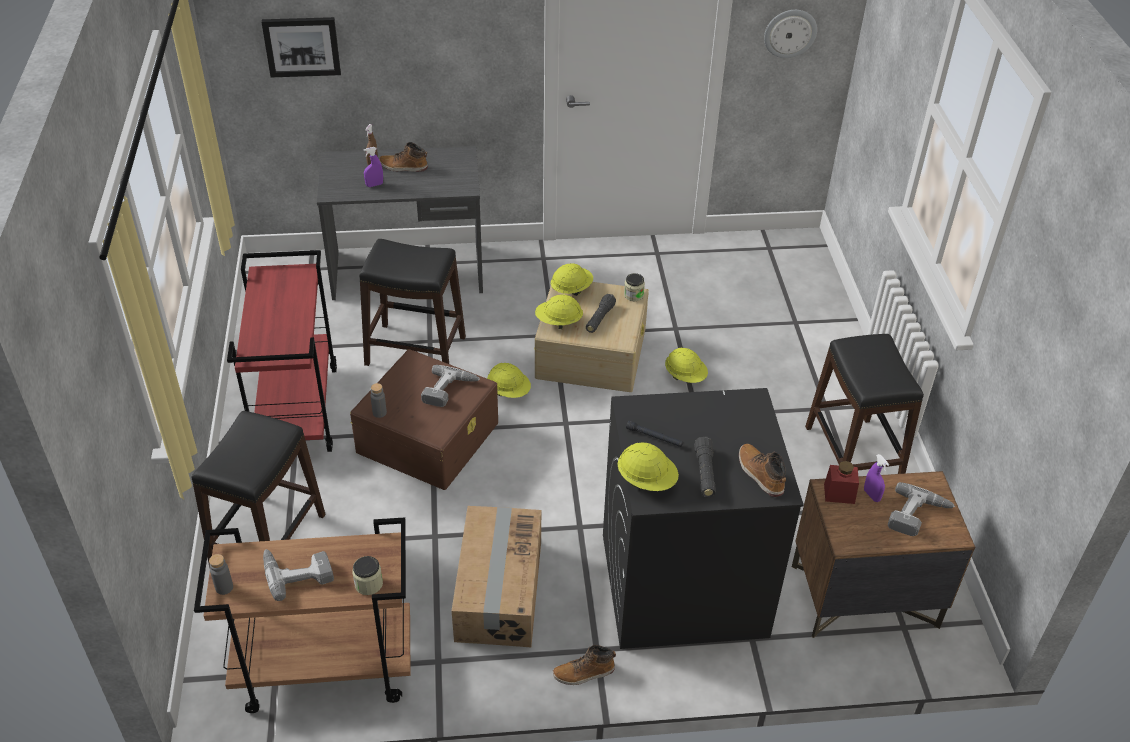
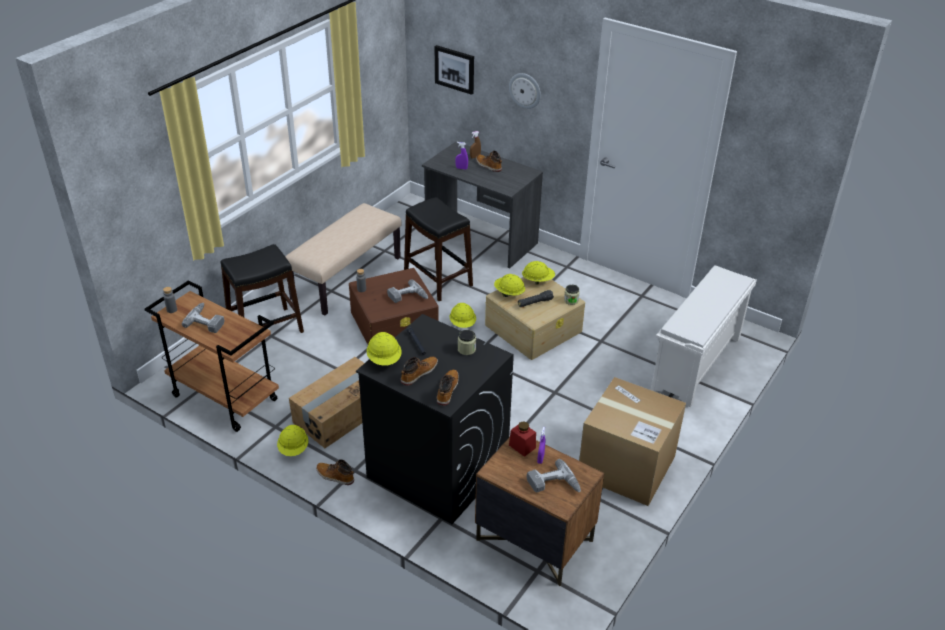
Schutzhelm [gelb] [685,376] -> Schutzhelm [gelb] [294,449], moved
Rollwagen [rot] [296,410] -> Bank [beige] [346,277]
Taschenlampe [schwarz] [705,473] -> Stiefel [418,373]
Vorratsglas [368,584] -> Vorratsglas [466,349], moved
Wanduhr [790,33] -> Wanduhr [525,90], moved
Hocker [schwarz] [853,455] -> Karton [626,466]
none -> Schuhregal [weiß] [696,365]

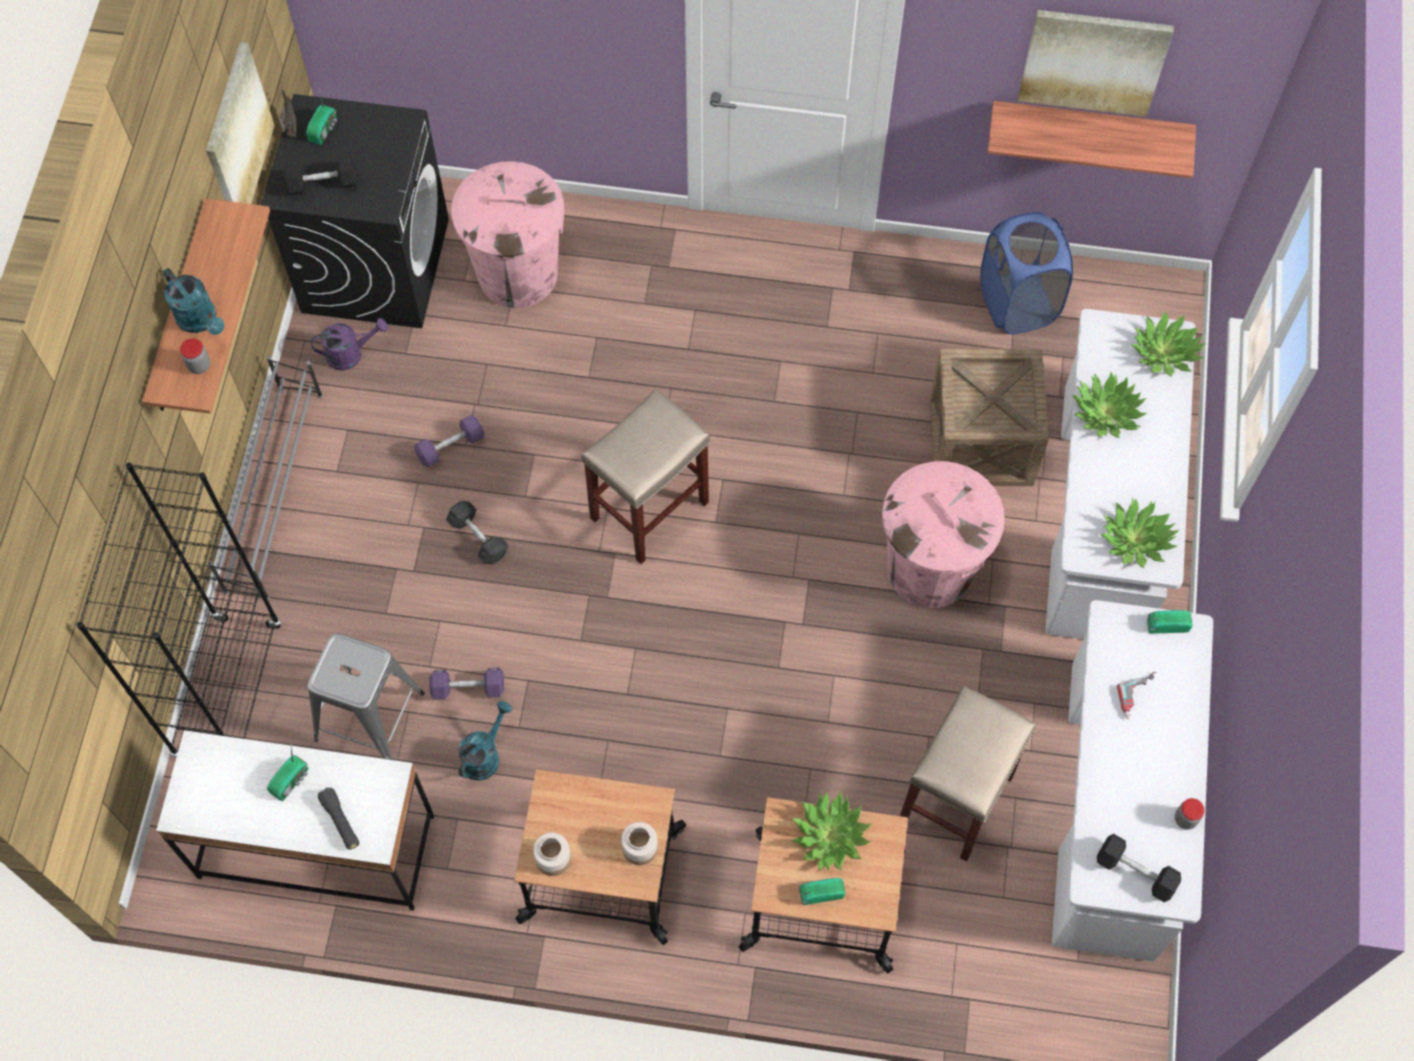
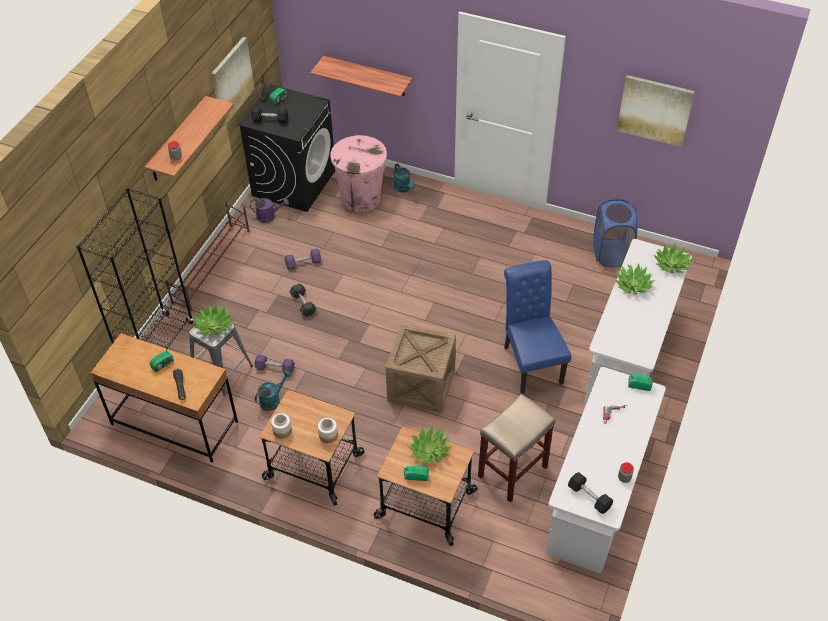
Schreibtisch [weiß] [316,846] -> Schreibtisch [braun] [174,423]
Schuhregal [grau] [275,491] -> Schuhregal [braun] [212,266]
Topfpflanze [1136,539] -> Topfpflanze [214,326], moved
Wandregal [1090,127] -> Wandregal [367,76], moved
Kiste [981,442] -> Kiste [421,384], moved
Gießkanne [türkis] [201,321] -> Gießkanne [türkis] [404,188], moved
Mülleimer [rosa] [930,568] -> Stuhl [blau] [530,362]
Hocker [beige] [650,509] -> none

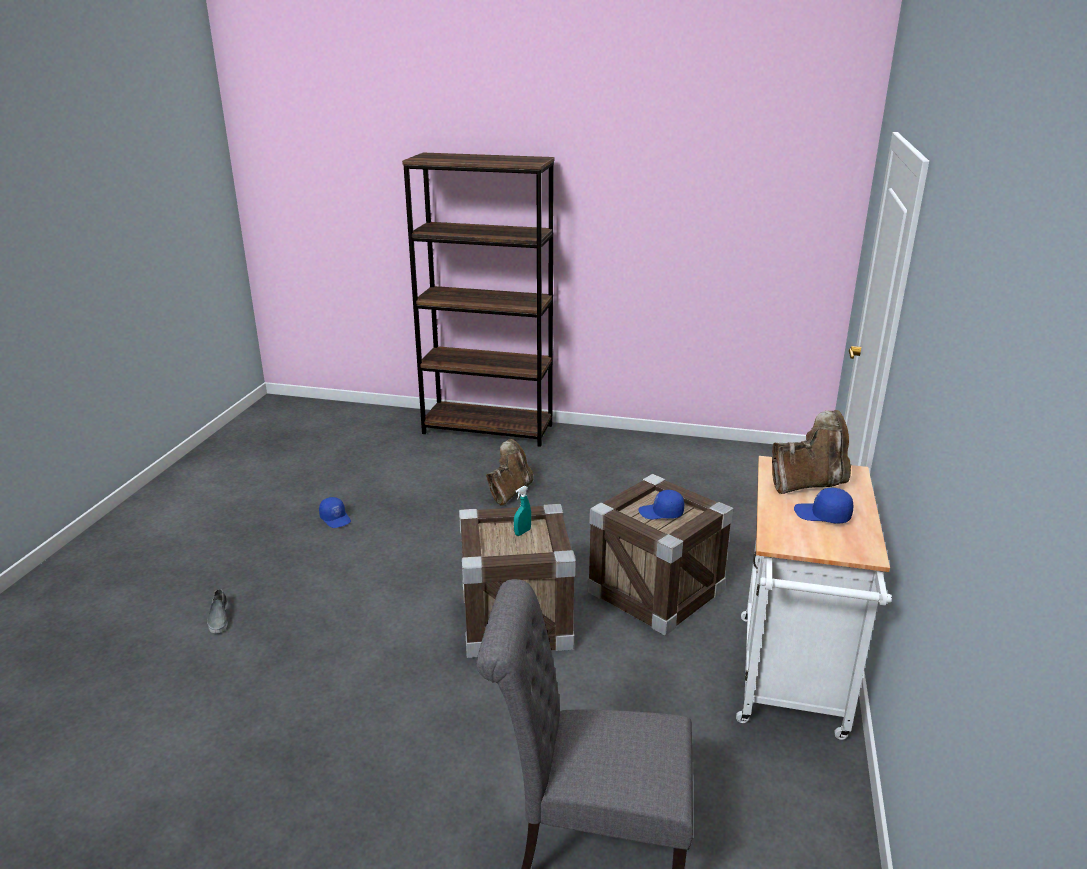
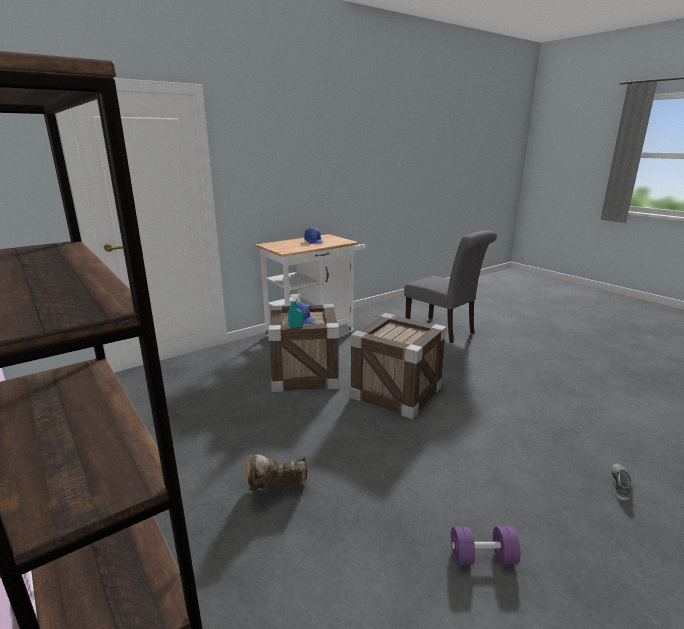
Sprühflasche [türkis] [522,532] -> Sprühflasche [türkis] [296,326], moved
Kappe [blau] [336,519] -> Hantel [lila] [482,557]
Stiefel [braun] [808,483] -> none

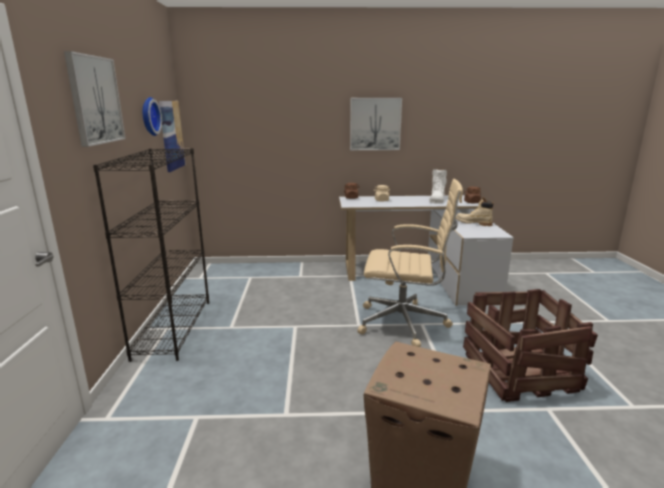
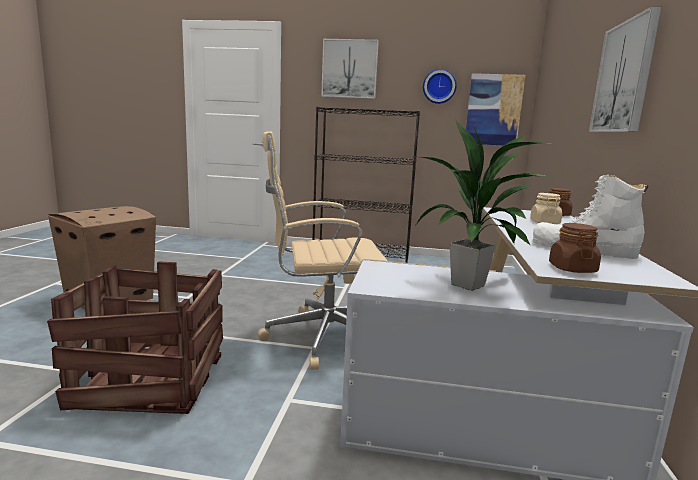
Bürostuhl [beige] [405,323] -> Bürostuhl [beige] [322,337], 60 degrees clockwise
Stiefel [beige] [473,223] -> Topfpflanze [469,285]

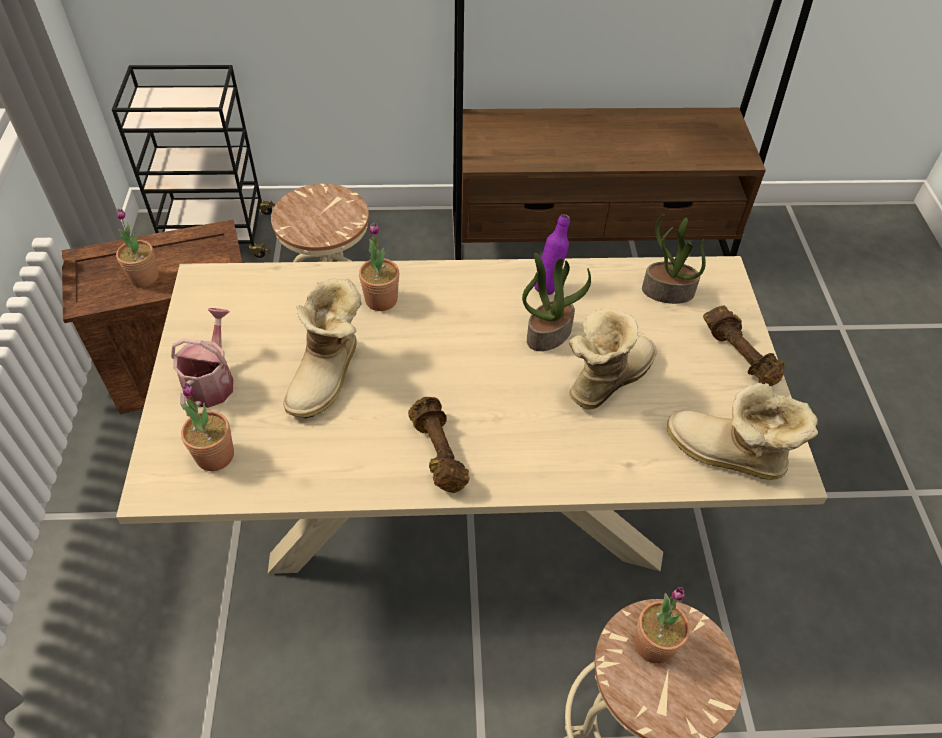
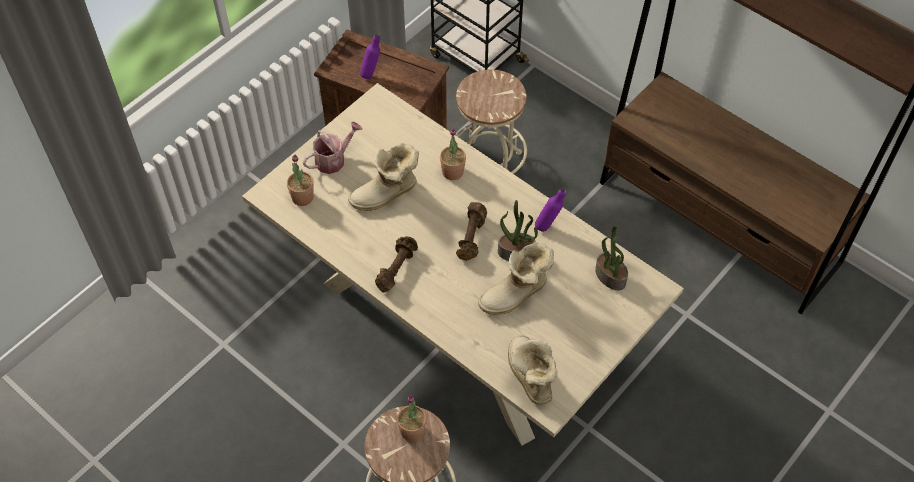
Topfpflanze [144,277] -> Flasche [lila] [371,73]
Hantel [braun] [740,356] -> Hantel [braun] [472,237], moved
Stiefel [605,378] -> Stiefel [516,295], 150 degrees clockwise

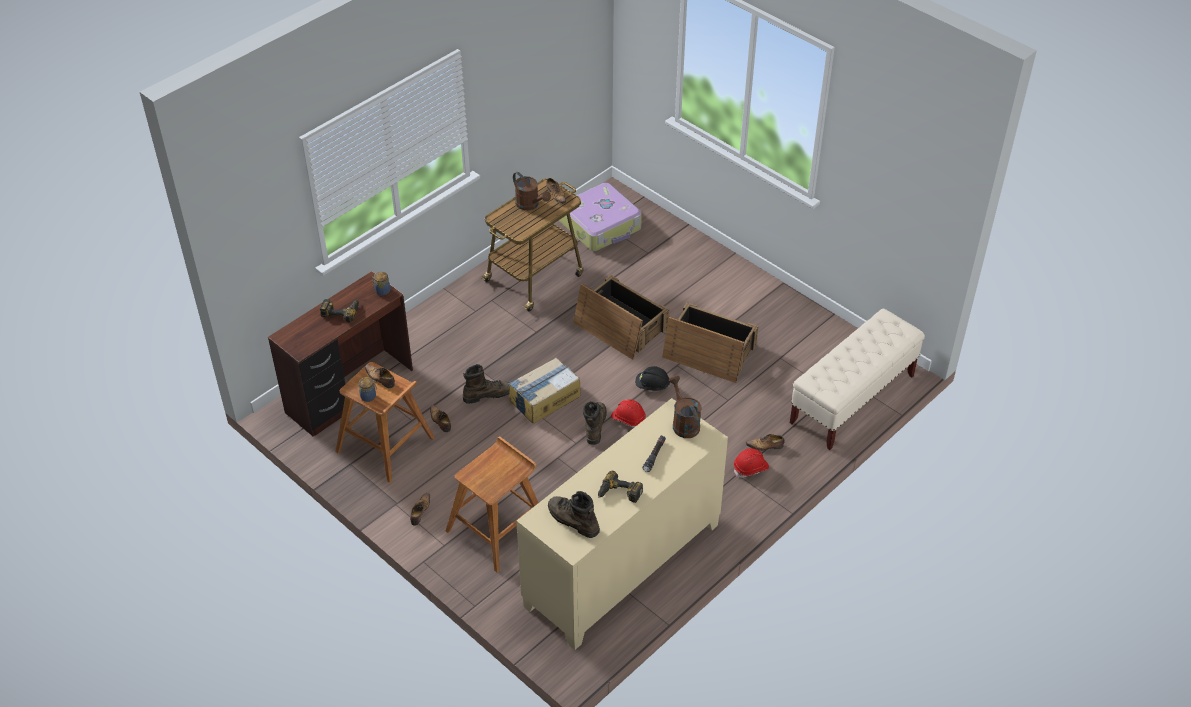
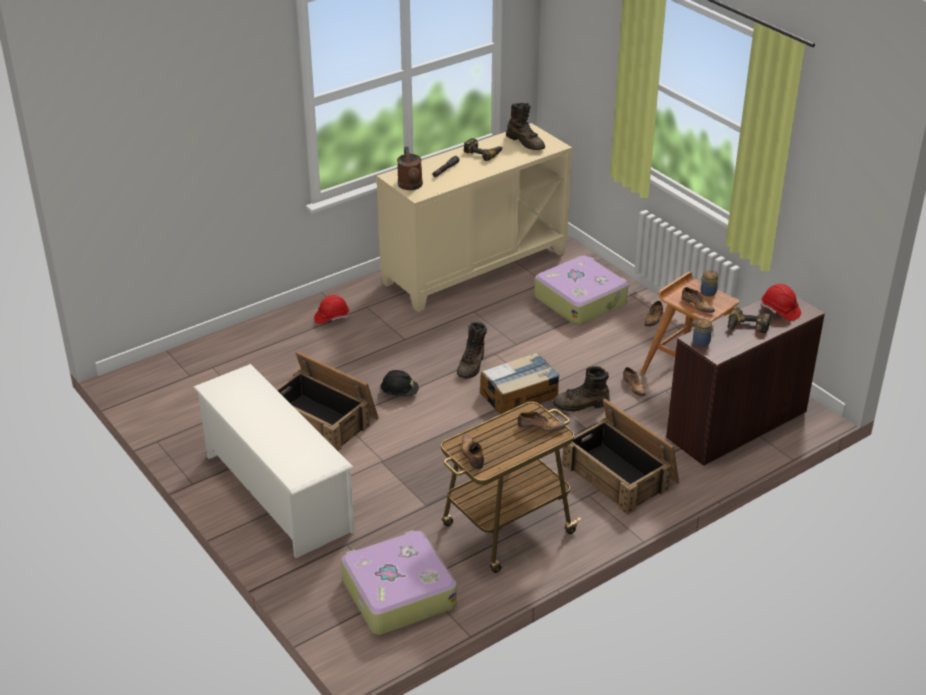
none -> Schuhregal [weiß] [277,493]
Schuh [765,446] -> Schuh [540,427], moved
Hocker [braun] [498,529] -> Koffer [580,300]
Kiste [619,326] -> Kiste [621,473], moved
Schutzhelm [rot] [628,418] -> Schutzhelm [rot] [780,310], moved
Gießkanne [braun] [530,205] -> none
Bank [beige] [852,400] -> none

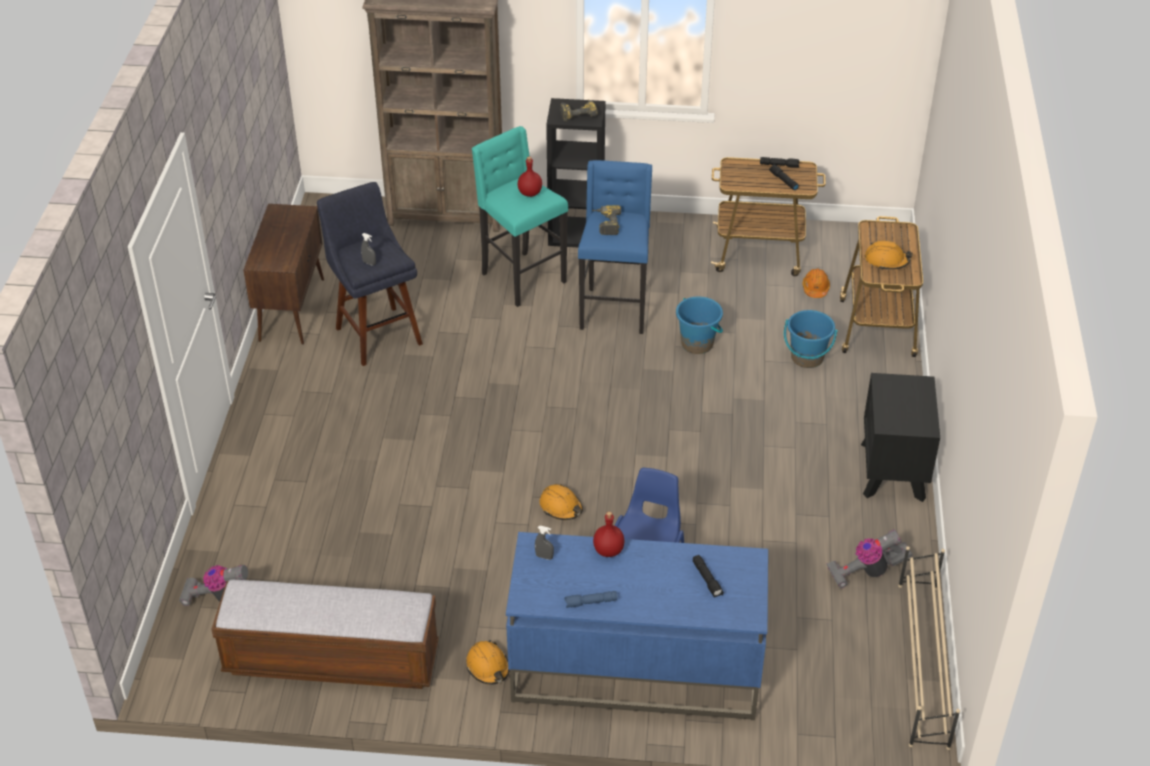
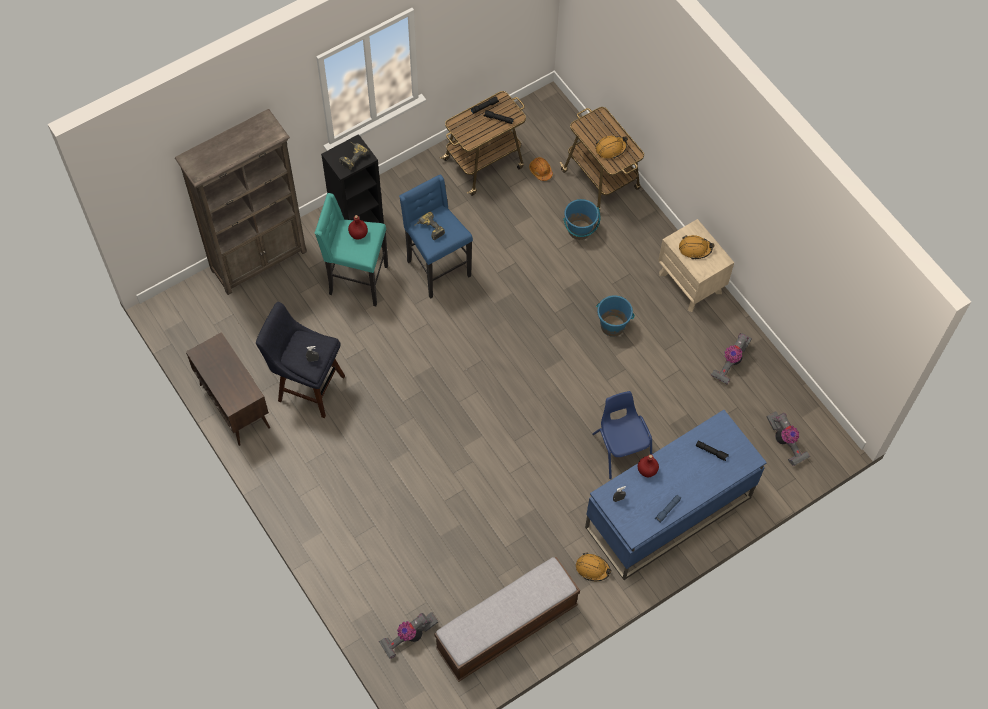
Eimer [blau] [697,344] -> Eimer [blau] [612,326], moved
Nachttisch [schwarz] [893,471] -> Nachttisch [beige] [691,283]
Schutzhelm [orange] [561,507] -> Schutzhelm [orange] [695,249], moved
none -> Staubsauger [785,442]
Schuhregal [beige] [922,664] -> none

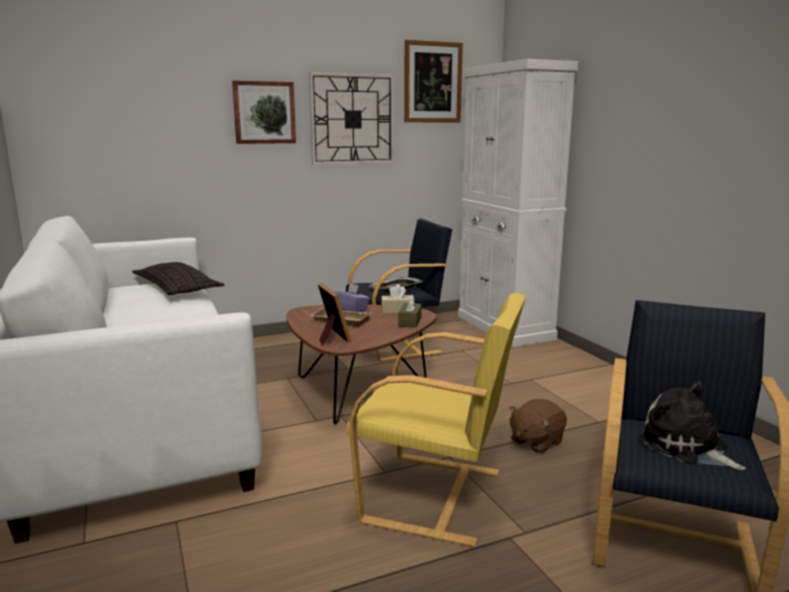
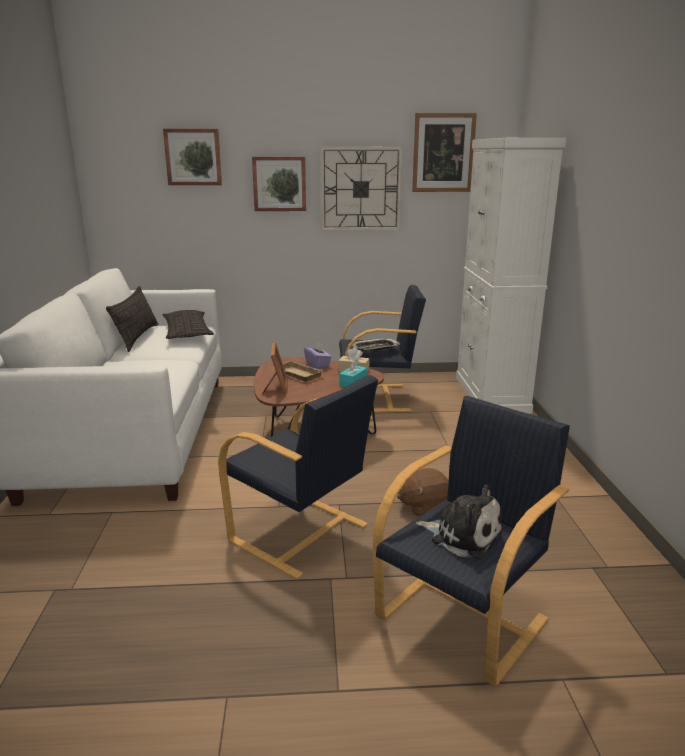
none -> Kissen [138,337]
none -> Bild [193,157]
Sessel [gelb] [436,497] -> Sessel [schwarz] [300,534]
Taschentuchbox [braun] [410,322] -> Taschentuchbox [türkis] [353,382]
Plüschtier [687,447] -> Plüschtier [462,535], 135 degrees clockwise

